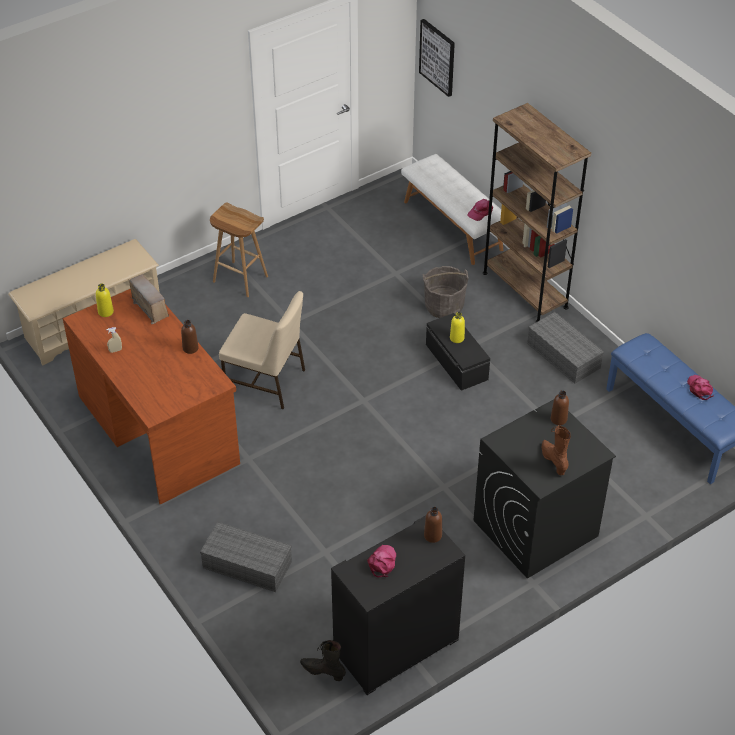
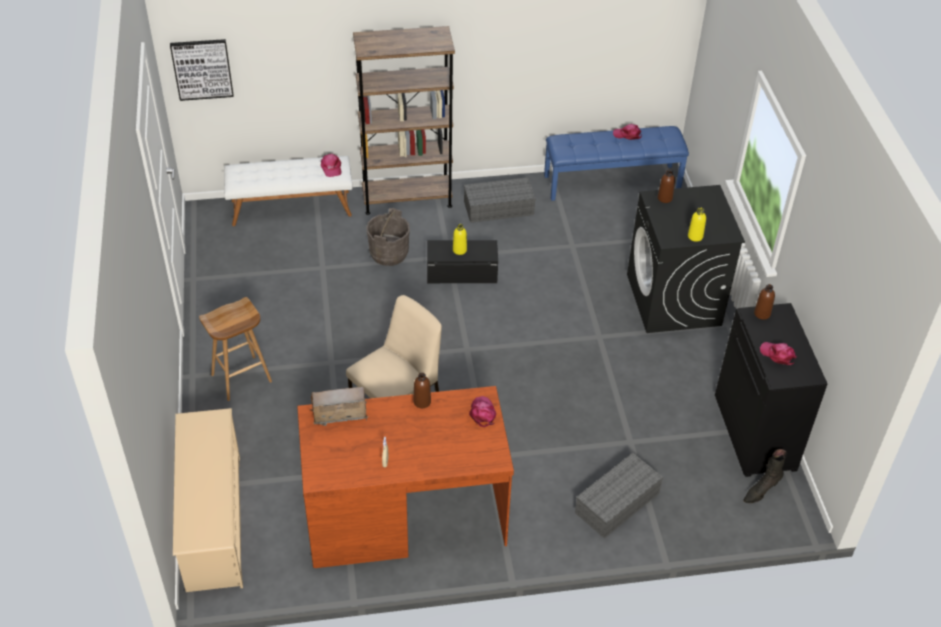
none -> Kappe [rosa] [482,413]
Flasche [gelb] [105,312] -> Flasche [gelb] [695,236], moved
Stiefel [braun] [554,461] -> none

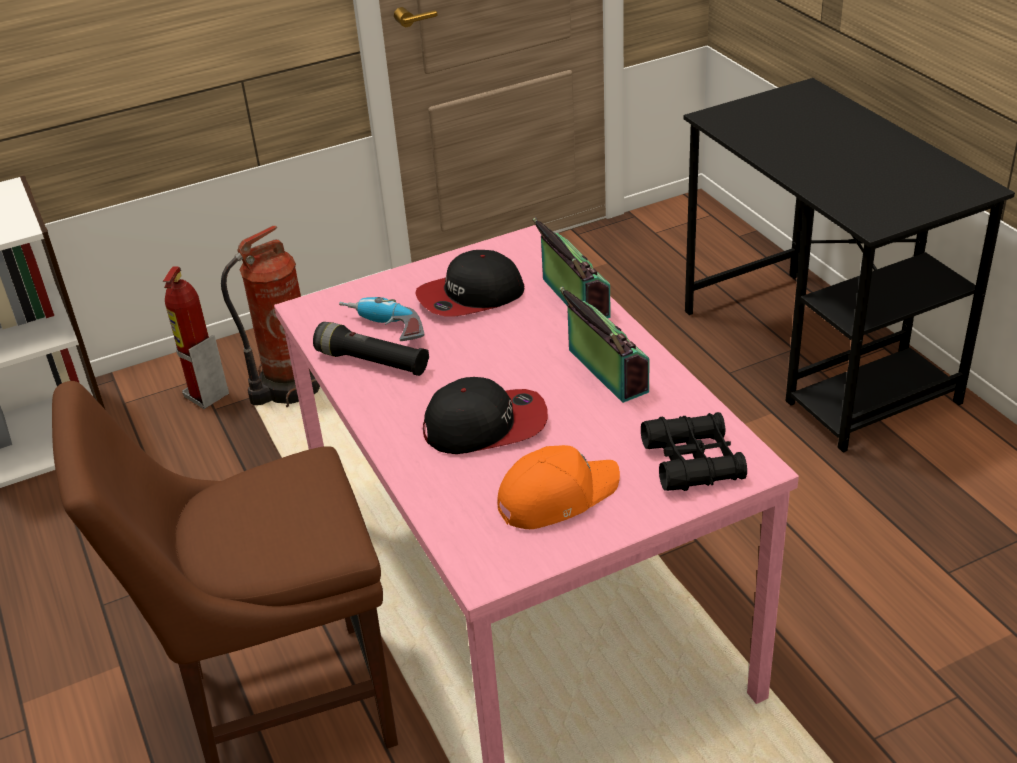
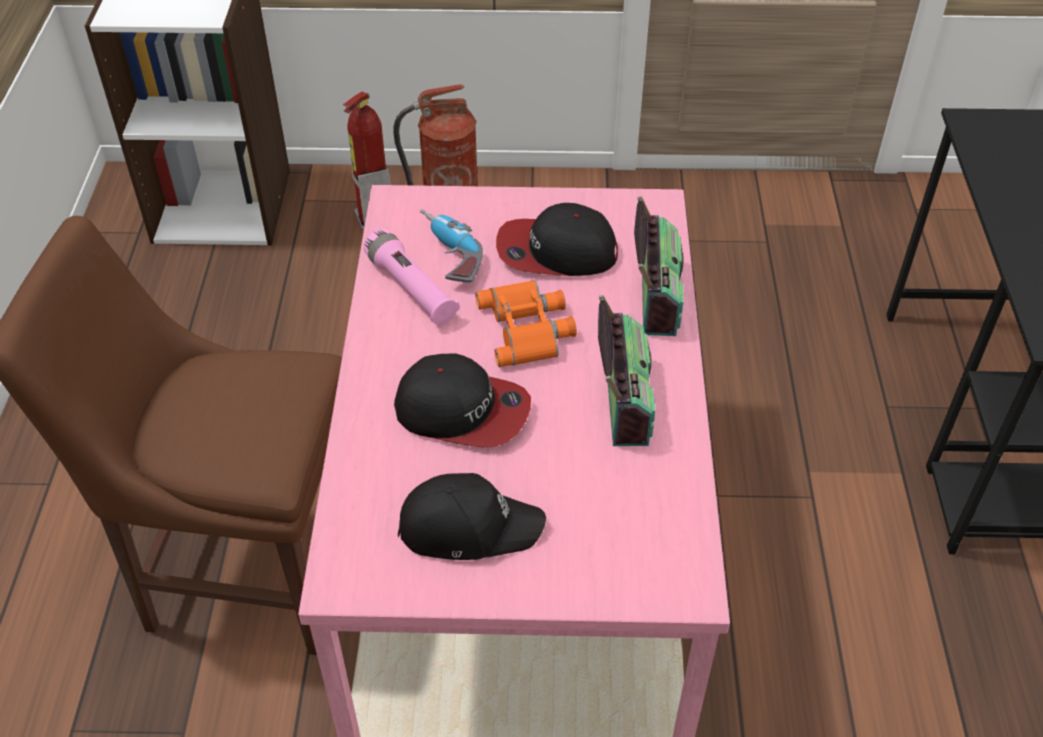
Taschenlampe [schwarz] [372,362] -> Taschenlampe [rosa] [411,289]
Kappe [orange] [556,496] -> Kappe [schwarz] [468,526]
none -> Fernglas [orange] [528,328]
Fernglas [schwarz] [693,462] -> none

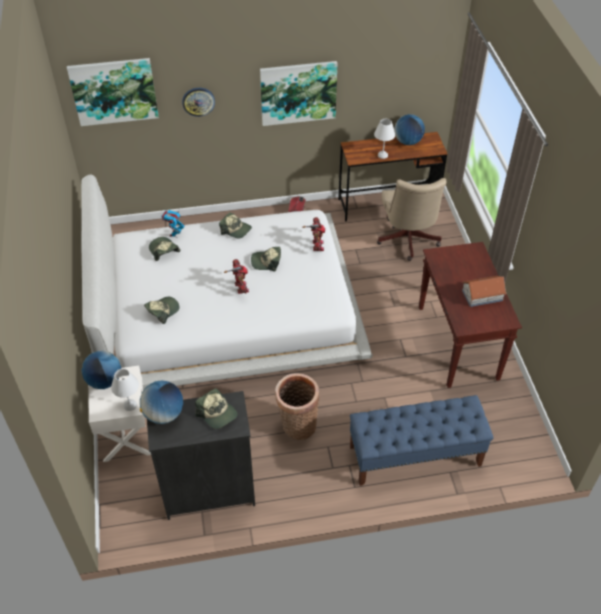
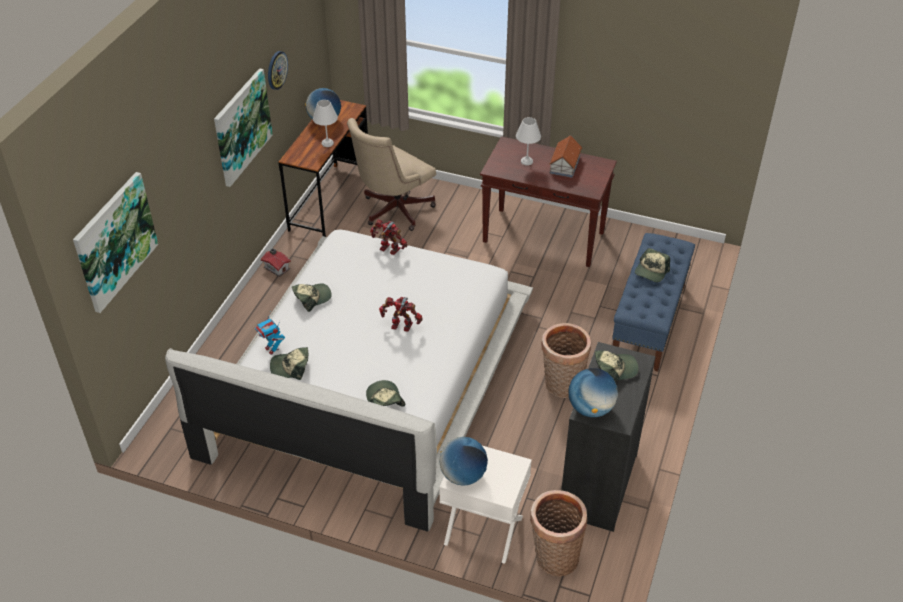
Wanduhr [198,101] -> Wanduhr [276,70], moved
Bürostuhl [beige] [407,241] -> Bürostuhl [beige] [393,211], 105 degrees clockwise
Tischlampe [weiß] [129,406] -> Tischlampe [weiß] [527,162], moved
none -> Korb [554,557]
Kappe [266,262] -> Kappe [651,271], moved

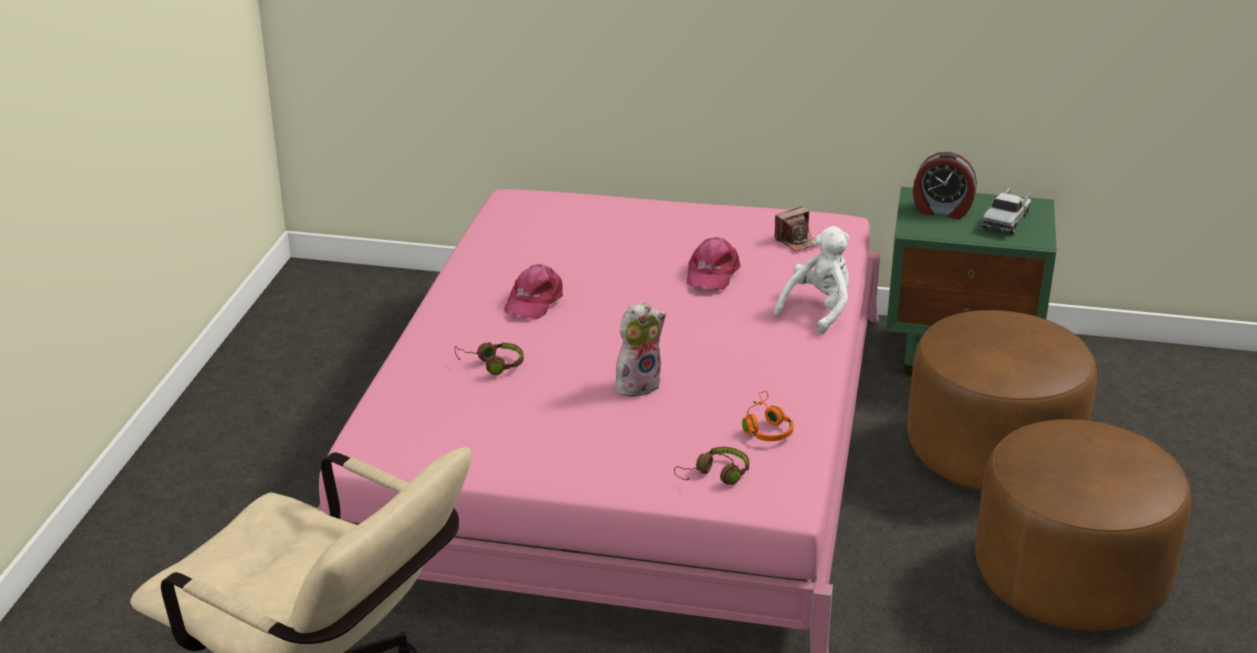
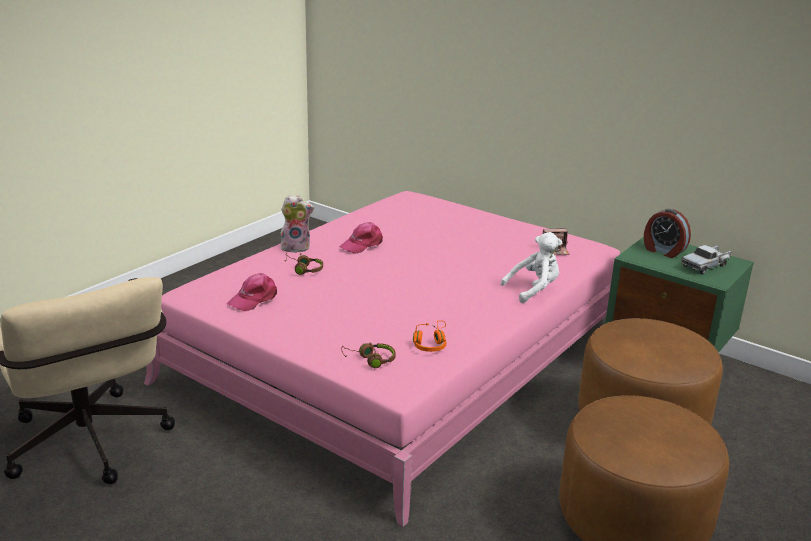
Kappe [rosa] [711,273] -> Kappe [rosa] [254,299], moved
Plüschtier [638,384] -> Plüschtier [296,247], moved

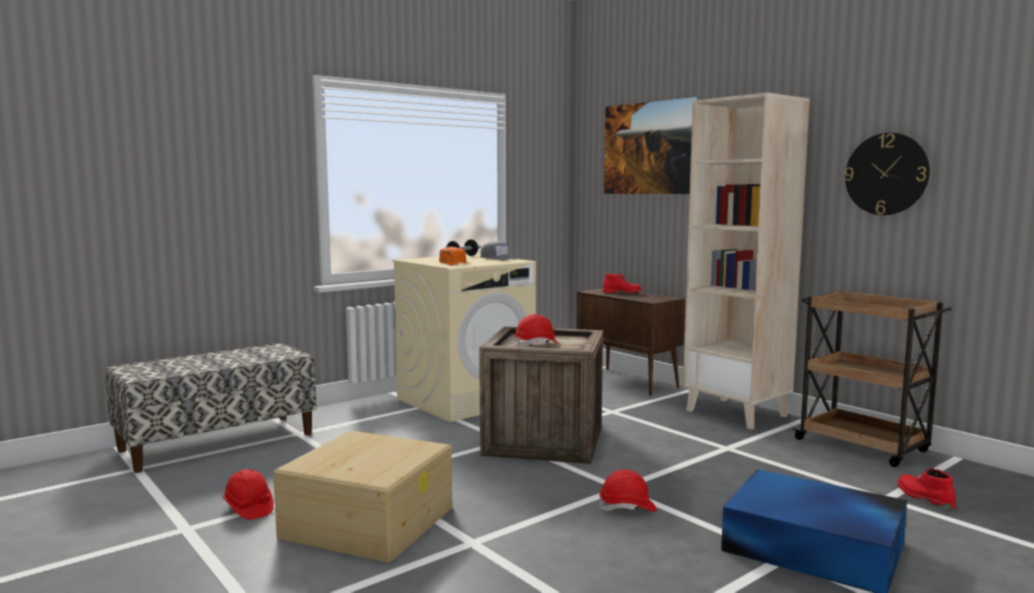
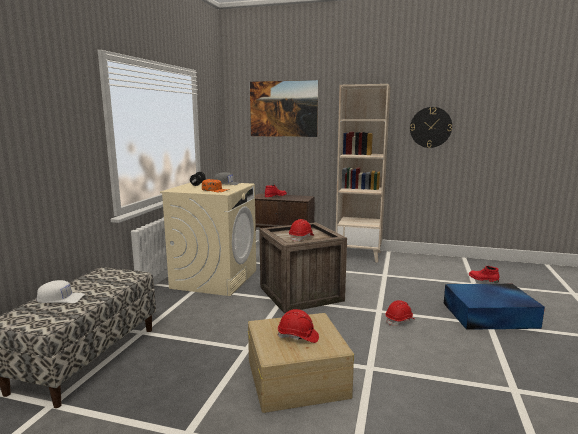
none -> Kappe [weiß] [60,298]
Schutzhelm [rot] [248,508] -> Schutzhelm [rot] [298,337], moved
Rollwagen [braun] [863,446] -> none

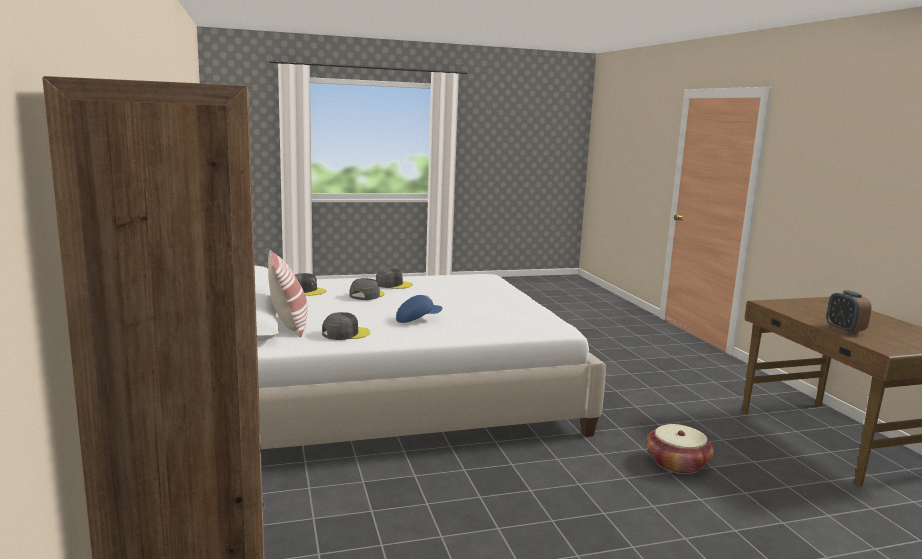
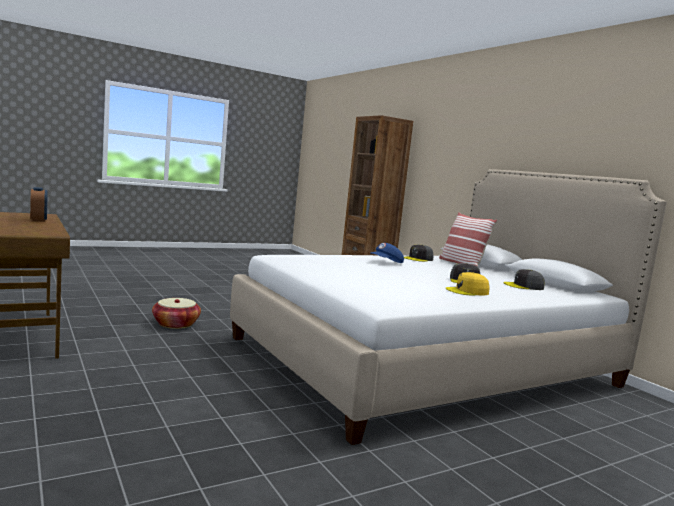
Kappe [grau] [393,284] -> Kappe [gelb] [467,291]

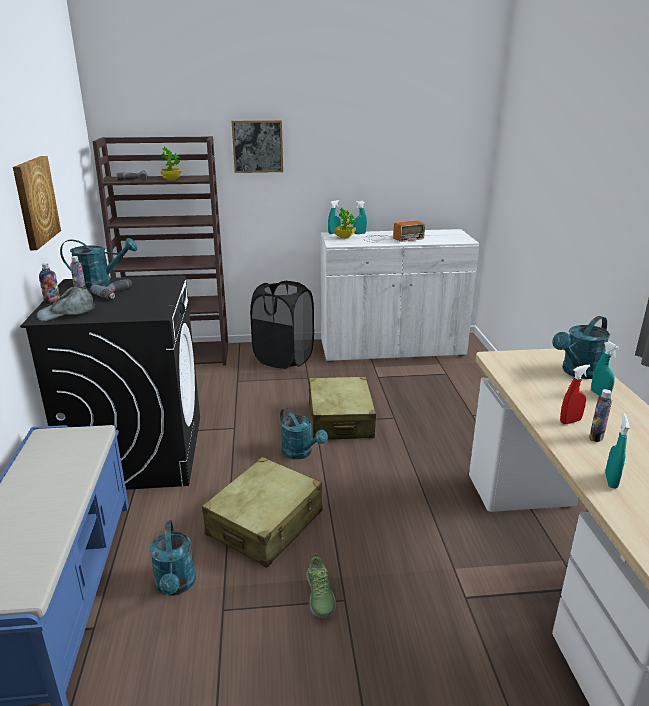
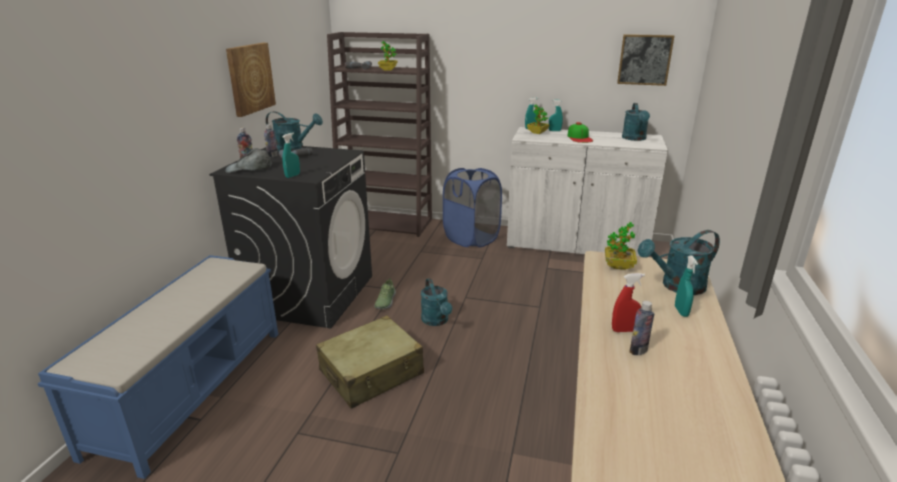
Sprühflasche [türkis] [611,481] -> Sprühflasche [türkis] [292,176], moved
Schuh [319,596] -> Schuh [385,302], moved
Wäschekorb [schwarz] [284,358] -> Wäschekorb [blau] [471,238]
Radio [390,238] -> Kappe [579,138]
none -> Topfpflanze [618,266]
Bild [257,146] -> Bild [644,59], moved
Gießkanne [türkis] [176,586] -> Gießkanne [türkis] [635,139], moved
Koffer [beige] [340,420] -> none

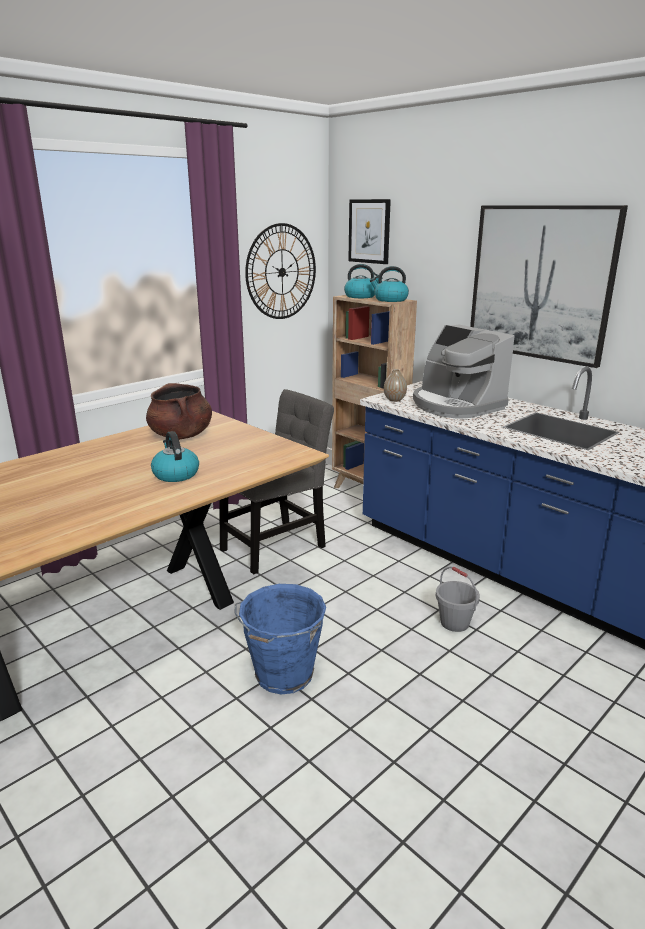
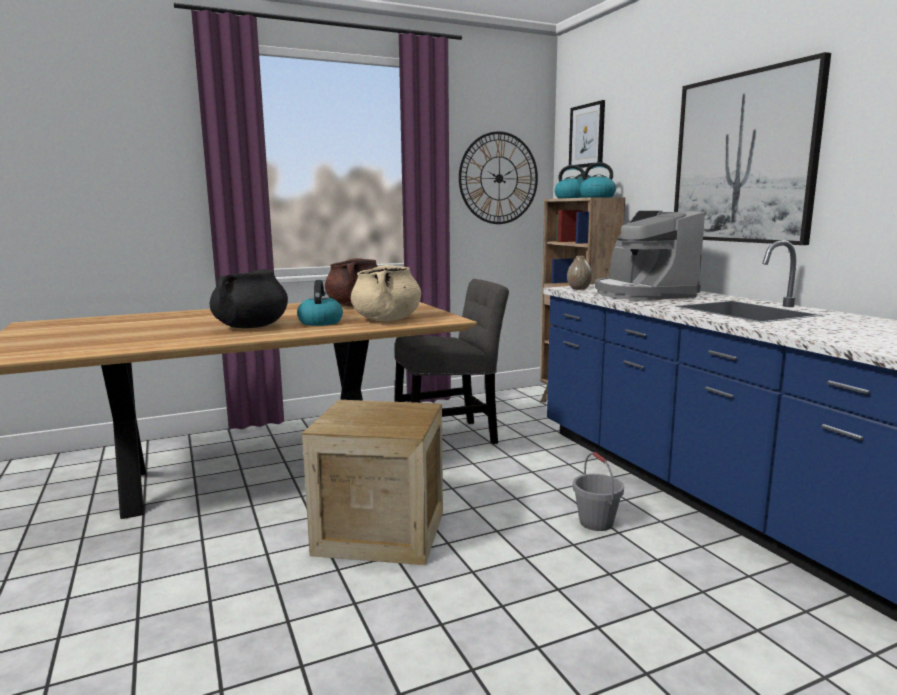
none -> Kochtopf [schwarz] [251,327]
Eimer [blau] [283,675] -> Kiste [380,533]
none -> Kochtopf [beige] [387,320]

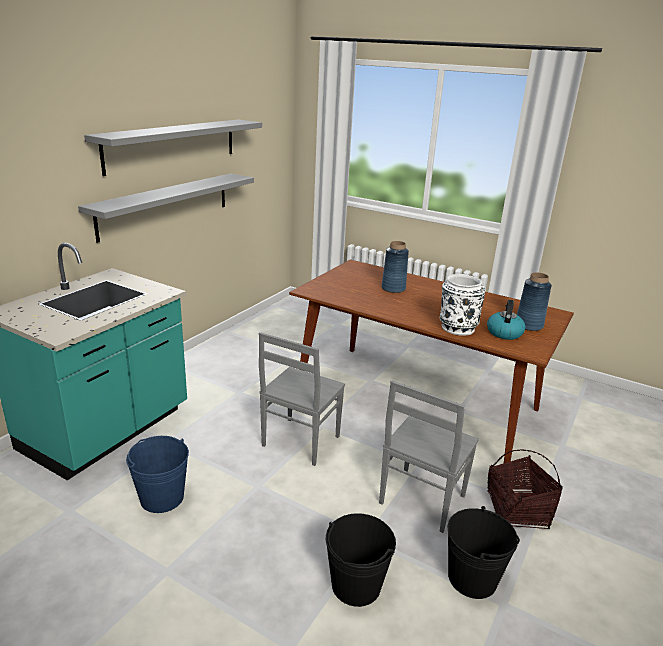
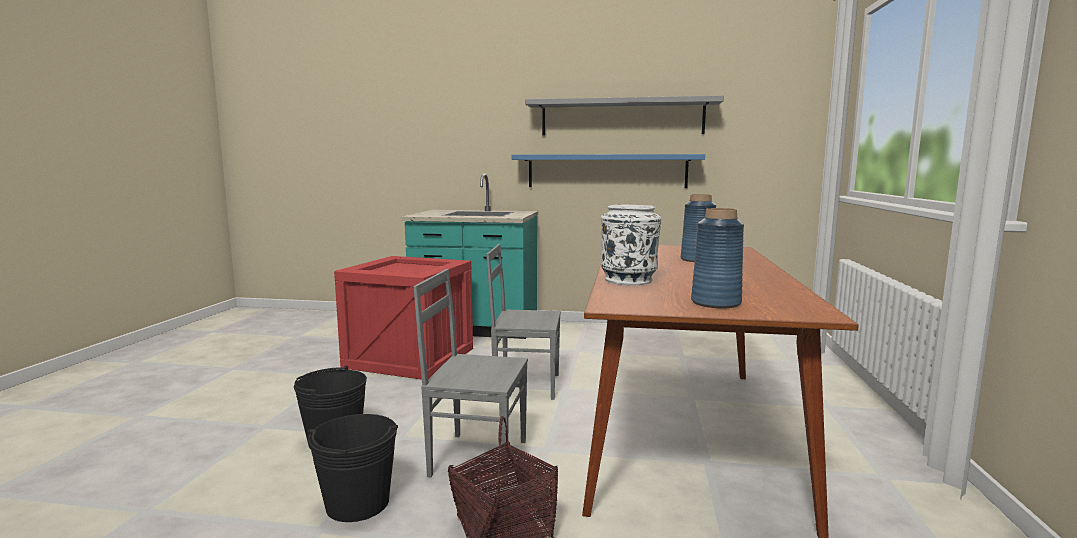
Eimer [blau] [162,497] -> Kiste [412,357]
Wandregal [grau] [166,205] -> Wandregal [blau] [606,171]
Wasserkessel [504,332] -> none

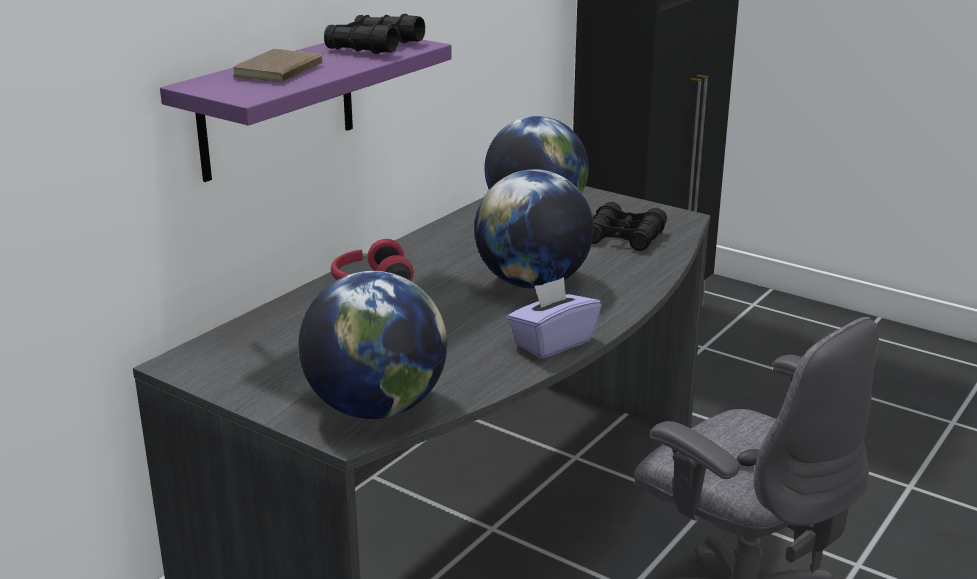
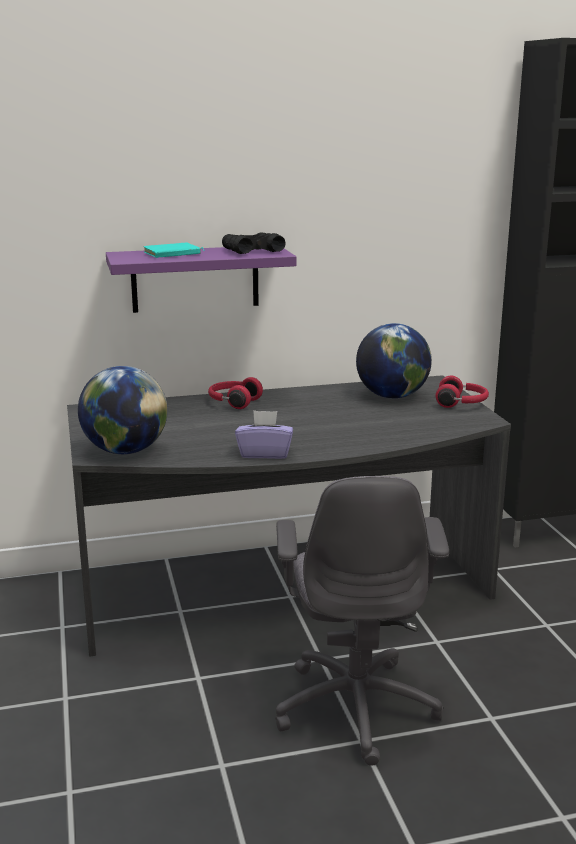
Buch [braun] [281,72] -> Buch [türkis] [172,254]
none -> Kopfhörer [rot] [462,404]
Globus [533,283] -> none
Fernglas [schwarz] [624,237] -> none

